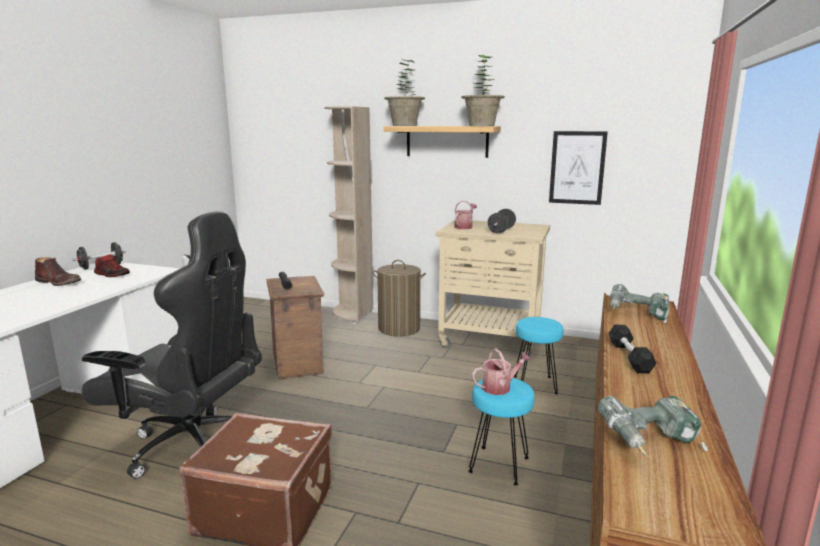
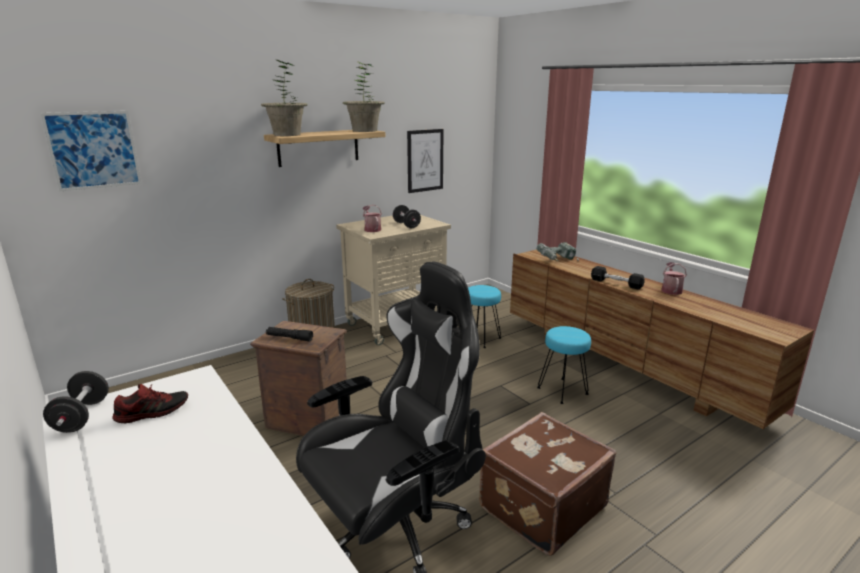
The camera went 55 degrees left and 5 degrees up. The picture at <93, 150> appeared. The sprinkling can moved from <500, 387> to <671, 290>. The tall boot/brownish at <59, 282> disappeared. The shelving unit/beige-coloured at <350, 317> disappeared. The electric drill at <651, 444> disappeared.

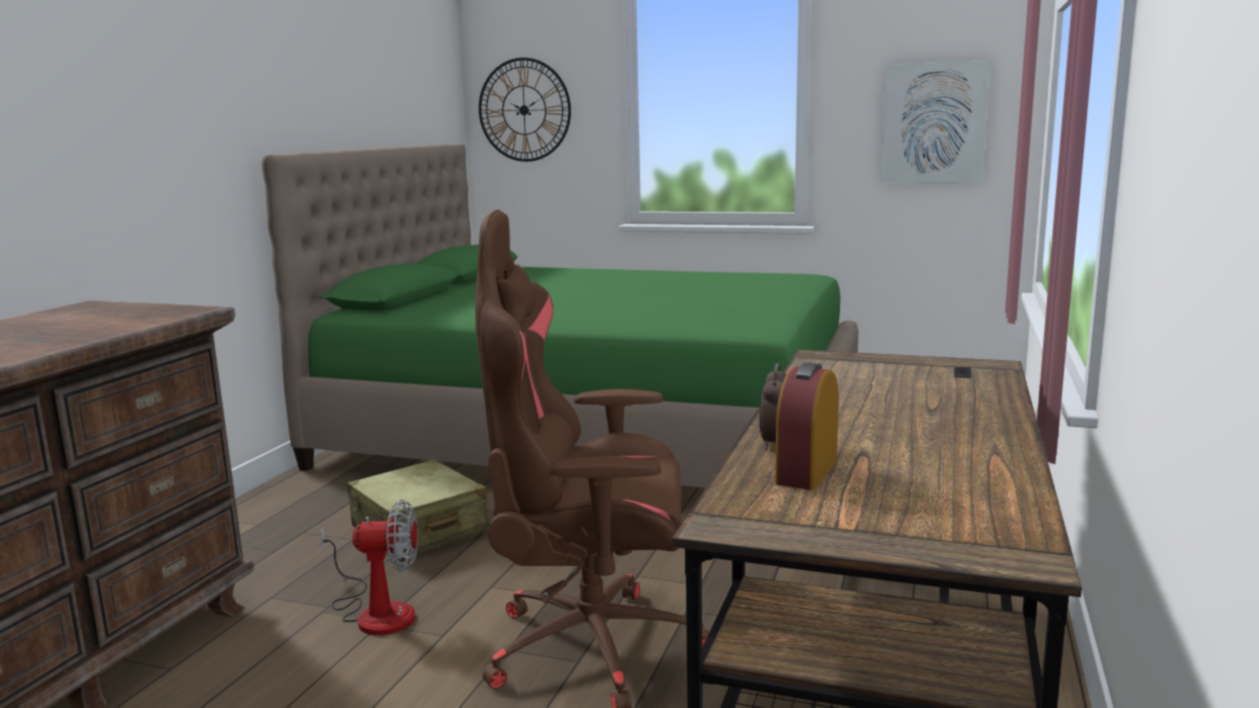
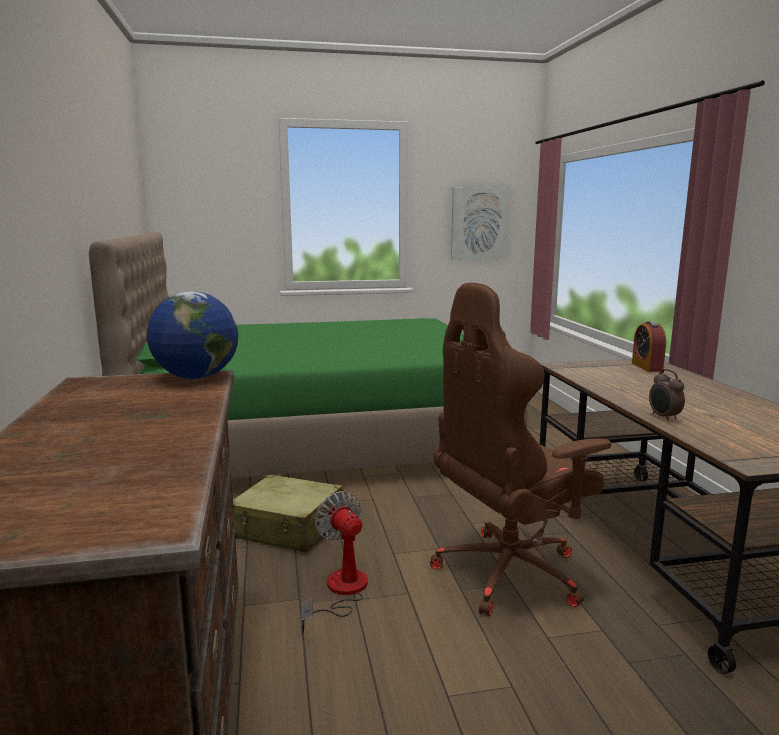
The camera went 30 degrees left and 0 degrees up. The world globe at <196, 377> appeared. The cooling fan at <376, 612> turned 90 degrees counterclockwise. The alarm clock moved from <807, 471> to <647, 367>. The hanging clock at <524, 110> disappeared.

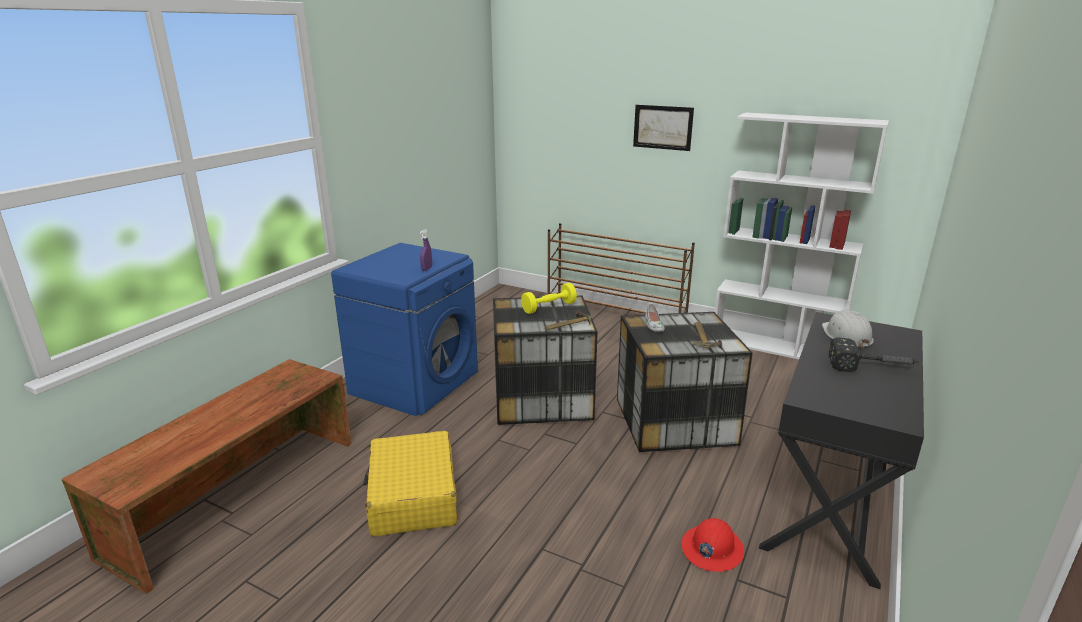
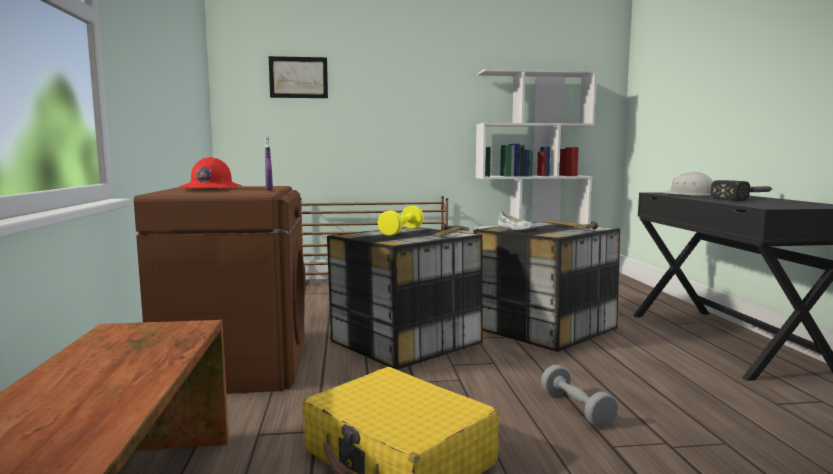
The camera went 35 degrees left and 15 degrees down. The washing machine/blue-coloured at <418, 382> became the washing machine/brownish at <239, 364>. The work helmet/red-coloured moved from <711, 549> to <211, 189>. The picture moved from <663, 127> to <298, 77>. The dumbbell/greyish at <576, 409> appeared.

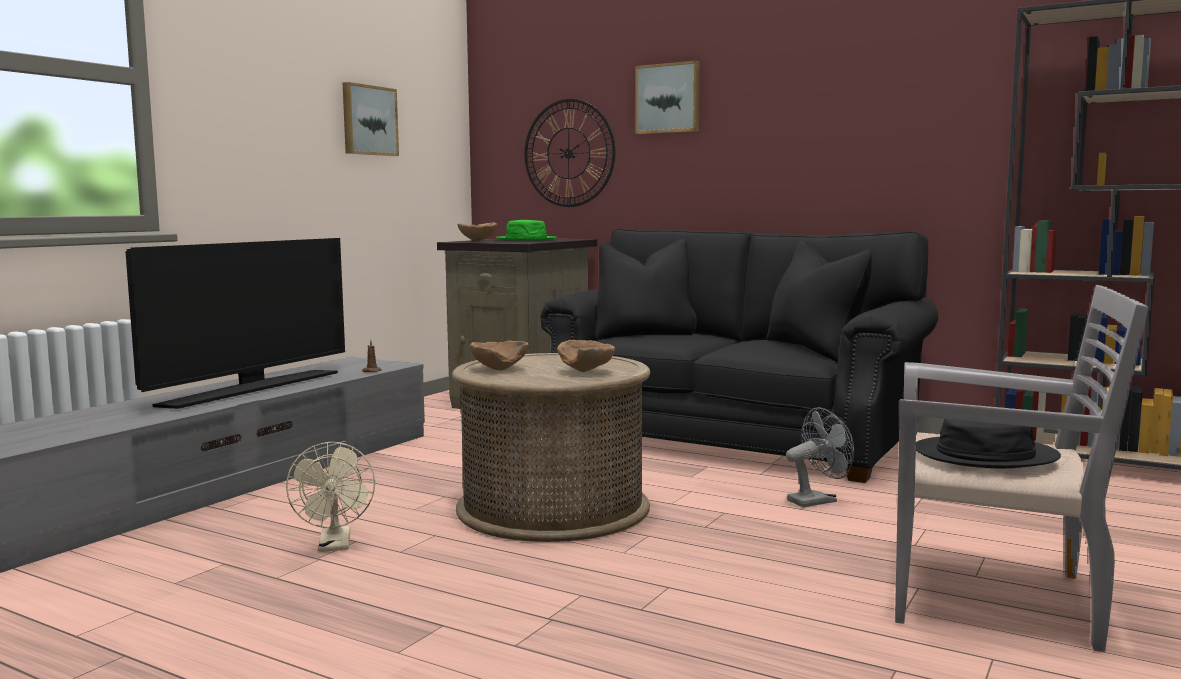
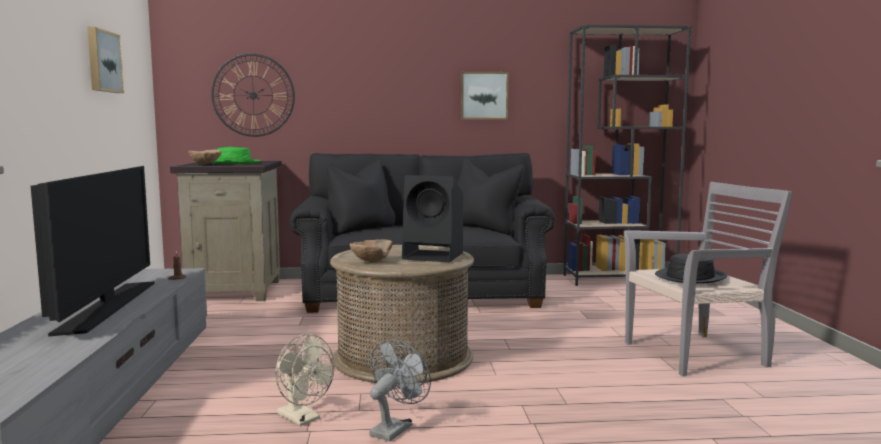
The camera went 35 degrees left and 0 degrees up. The cooling fan/greyish moved from <817, 500> to <395, 428>. The deep dish/brownish at <588, 371> was replaced by the loudspeaker/black at <435, 256>. The picture moved from <668, 98> to <484, 96>.

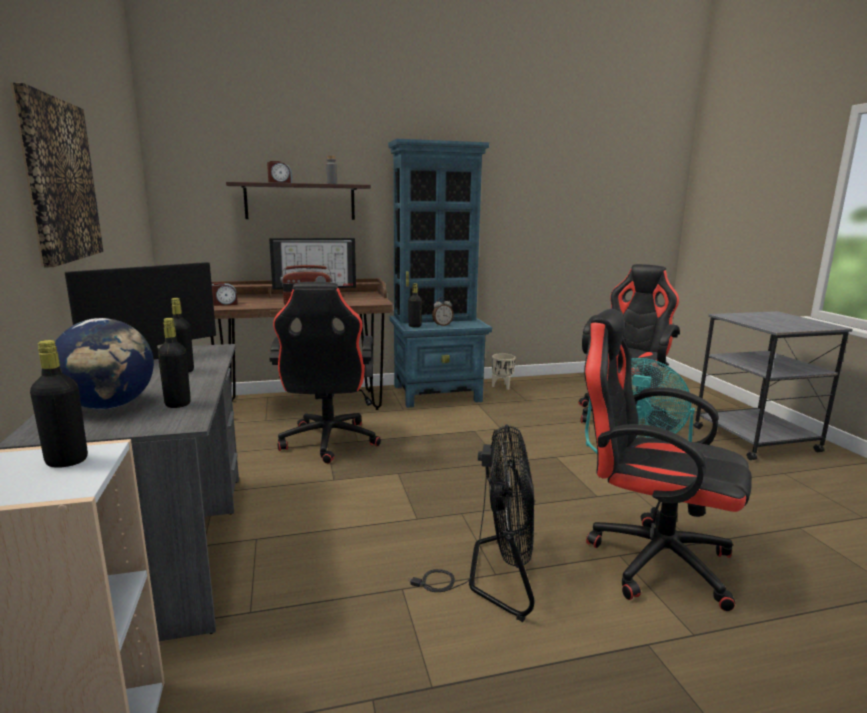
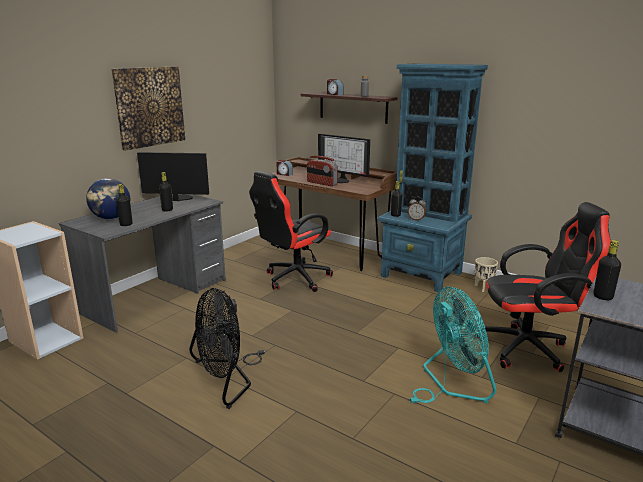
The camera went 50 degrees right and 5 degrees up. The cooling fan/black at <493, 572> turned 90 degrees clockwise. The beverage bottle/black moved from <67, 461> to <602, 297>. The desk chair/black at <648, 558> disappeared.

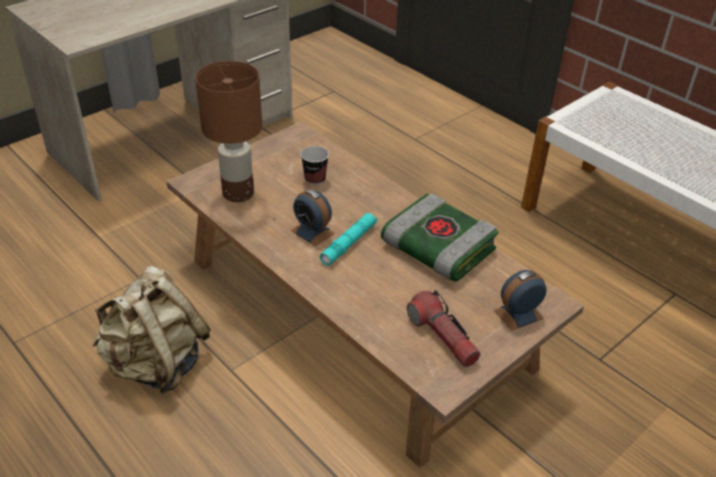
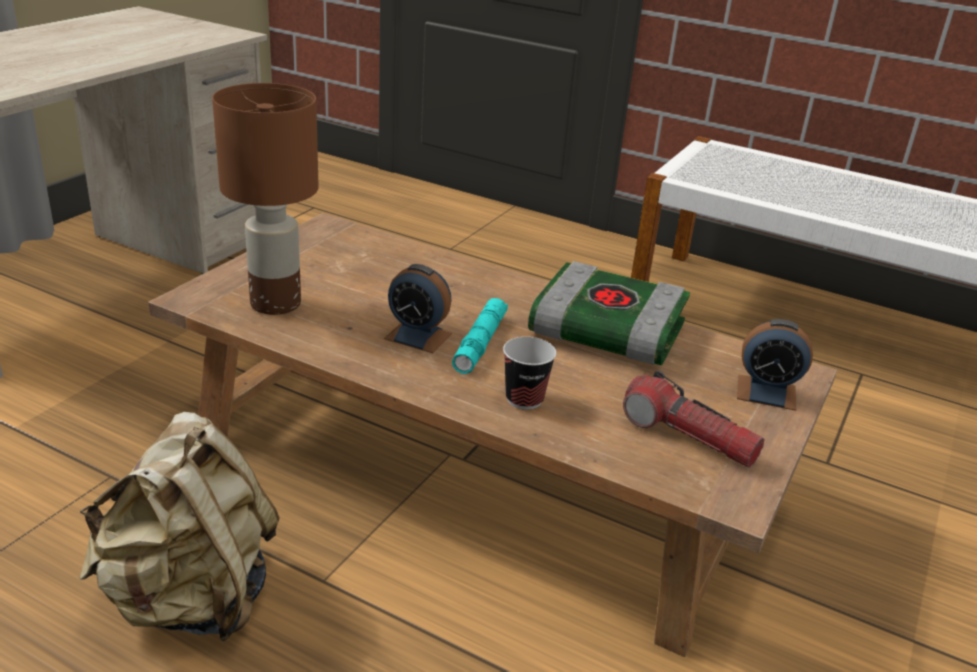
The camera went 20 degrees left and 10 degrees down. The small cup moved from <315, 179> to <524, 399>. The alarm clock at <518, 314> turned 120 degrees counterclockwise.

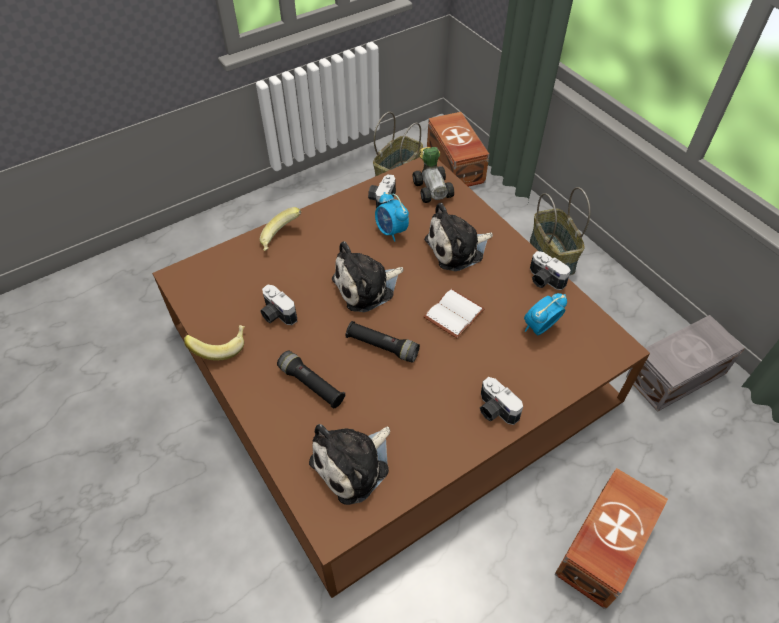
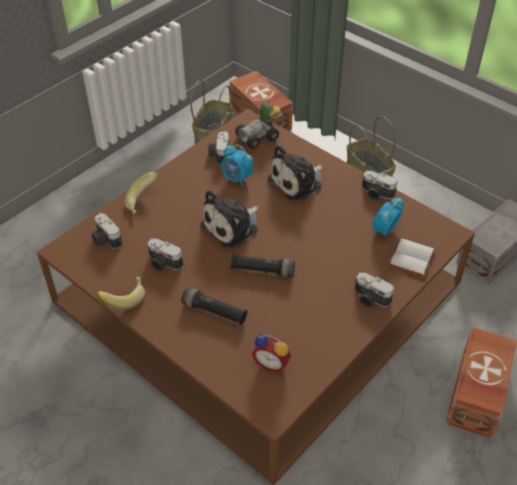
The camera went 15 degrees left and 5 degrees down. The still camera at <105, 239> appeared. The miniature car at <432, 188> turned 90 degrees clockwise. The plush toy at <354, 464> was replaced by the alarm clock at <272, 363>. The volume/white-coloured moved from <453, 313> to <410, 257>.

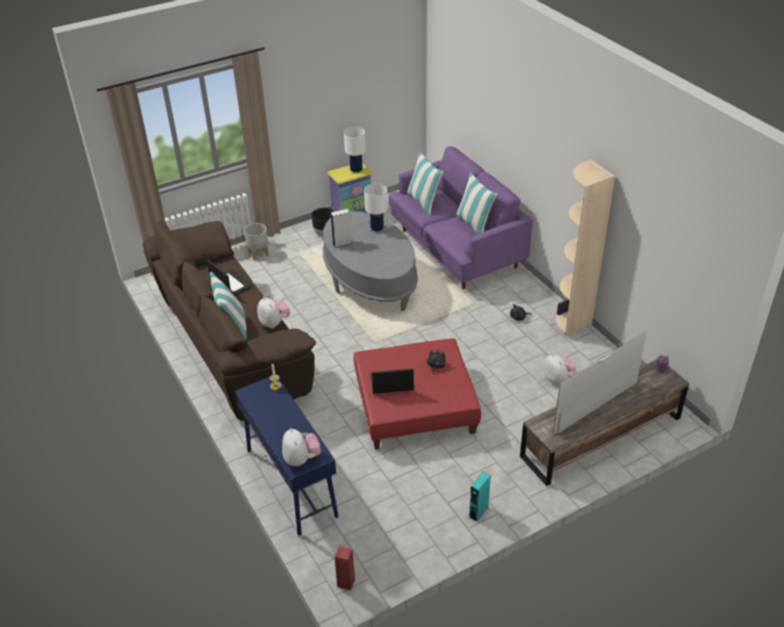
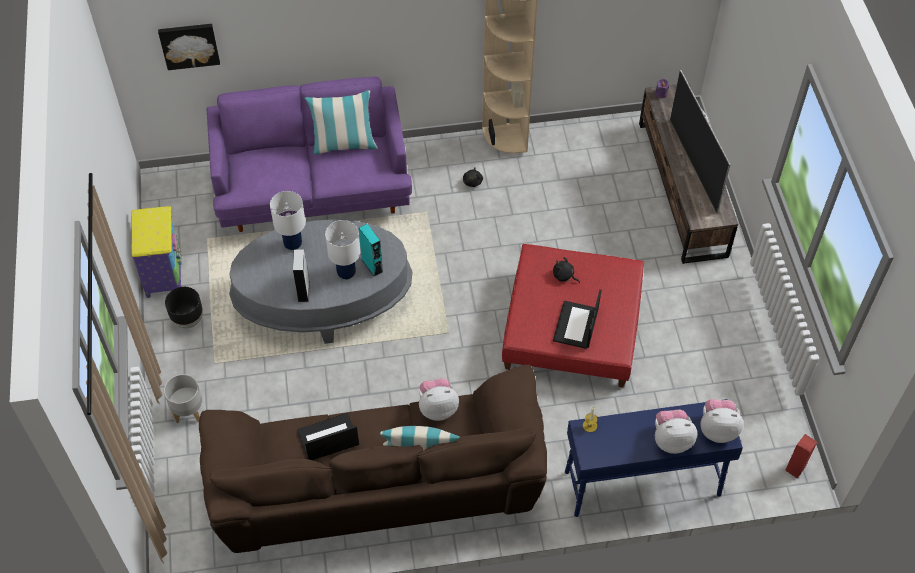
The camera went 70 degrees left and 15 degrees up. The picture at <189, 45> appeared. The lamp for a table/white-coloured moved from <356, 170> to <346, 273>. The loudspeaker/turquoise moved from <478, 511> to <372, 265>. The plush toy moved from <557, 379> to <671, 440>. The pillow at <423, 202> disappeared.

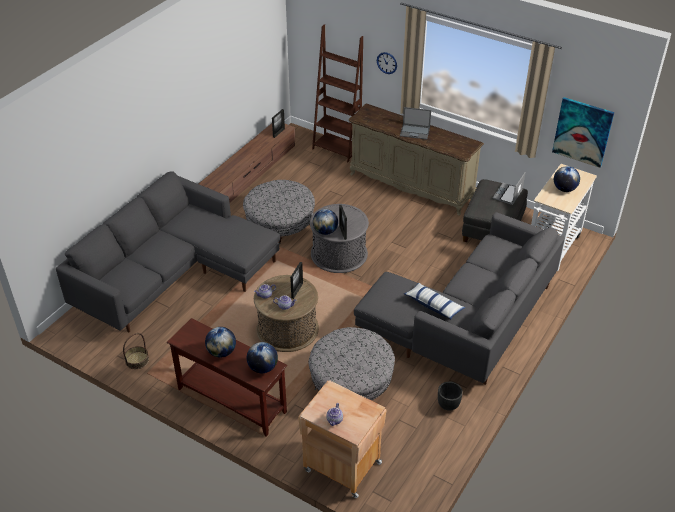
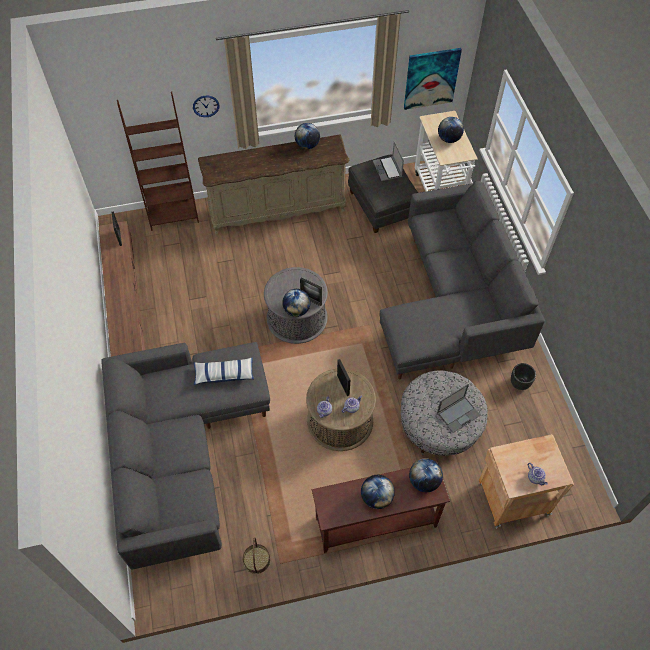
The camera went 45 degrees left and 15 degrees up. The pillow moved from <433, 305> to <224, 374>. The world globe at <307, 145> appeared. The laptop moved from <415, 132> to <458, 414>. The footrest/greyish at <280, 225> disappeared.

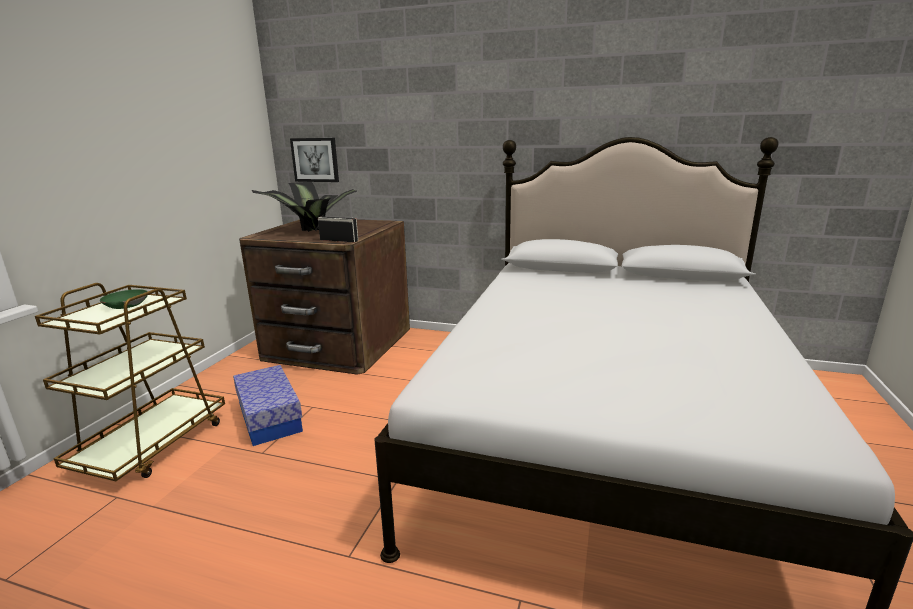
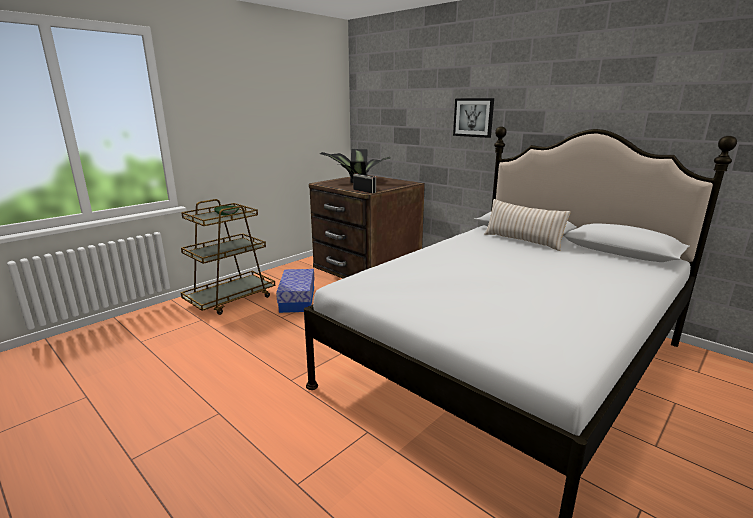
The camera went 25 degrees right and 0 degrees up. The picture moved from <315, 160> to <473, 117>. The pillow/beige-coloured at <522, 241> appeared.

